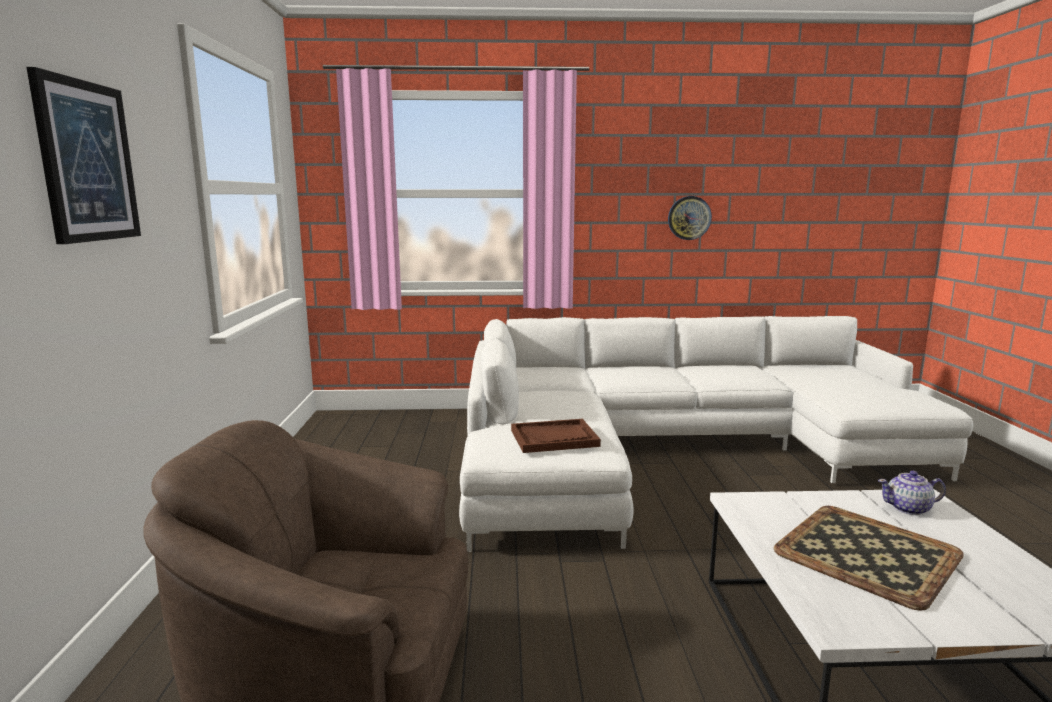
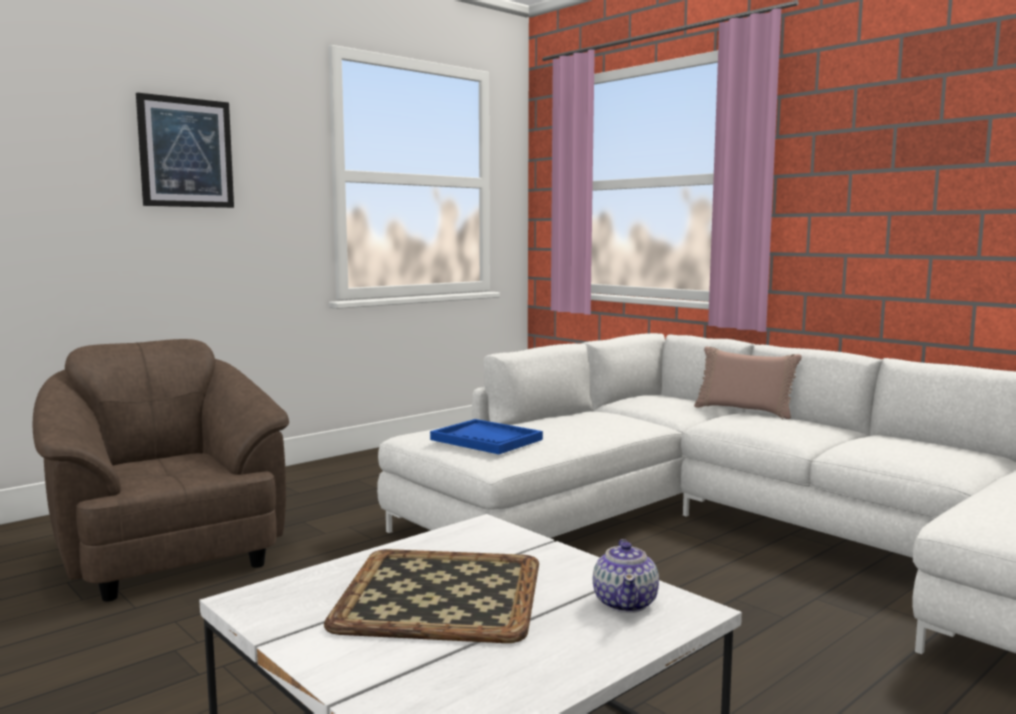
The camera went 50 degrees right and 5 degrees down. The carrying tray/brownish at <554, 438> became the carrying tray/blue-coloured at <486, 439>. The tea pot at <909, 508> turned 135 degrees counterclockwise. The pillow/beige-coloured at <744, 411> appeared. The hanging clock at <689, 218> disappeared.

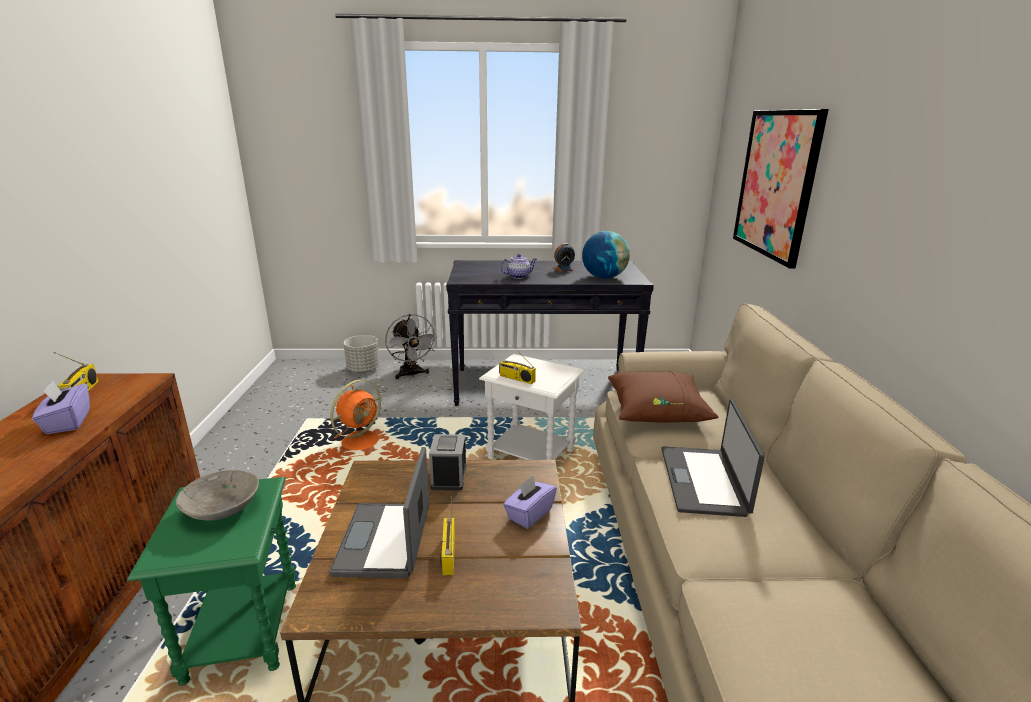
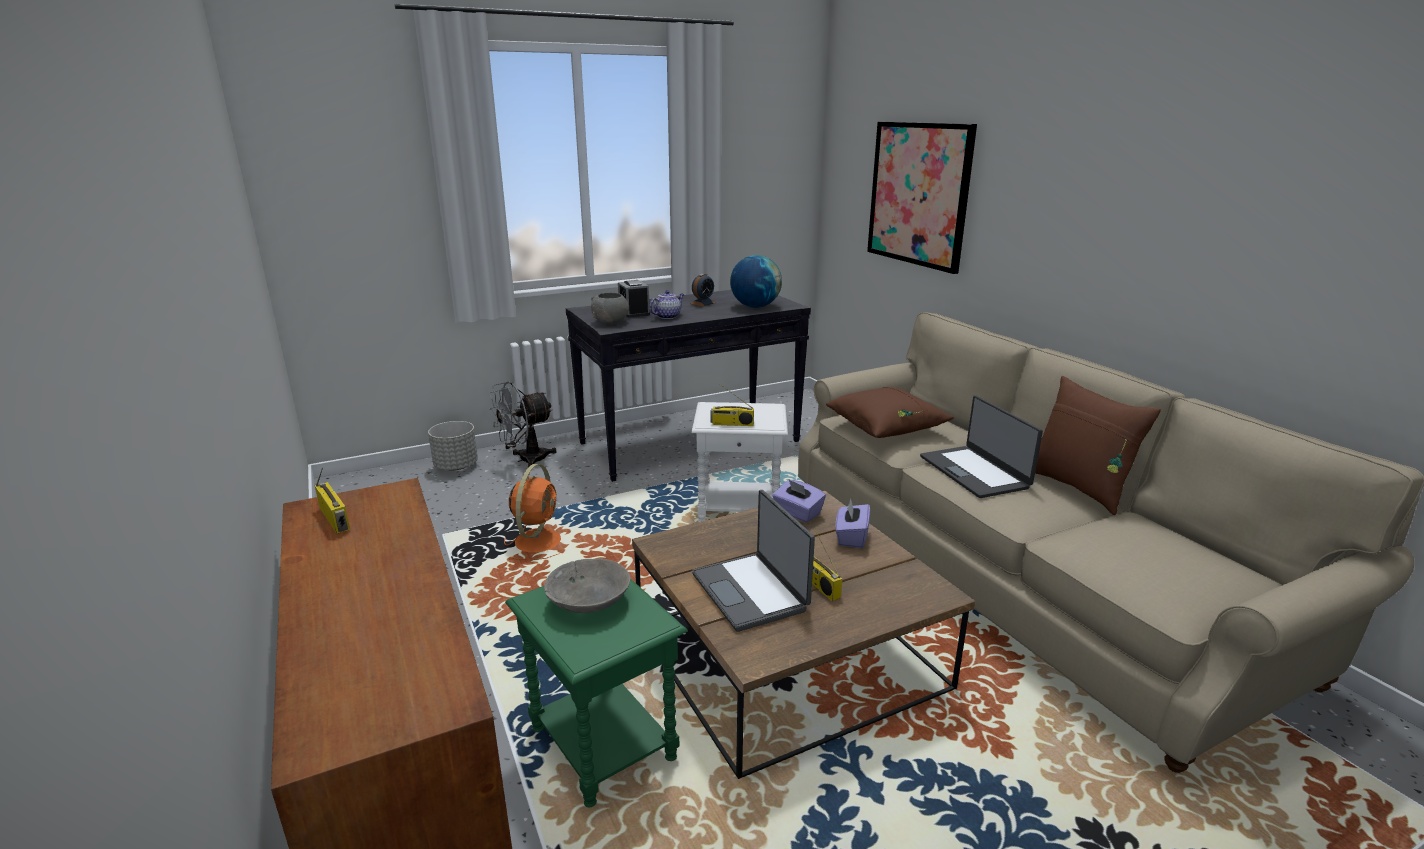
The camera went 25 degrees left and 0 degrees up. The cooling fan/greyish at <411, 374> turned 105 degrees clockwise. The deep dish/greyish at <611, 322> appeared. The alarm clock moved from <449, 477> to <634, 312>. The box of tissues/purplish moved from <67, 422> to <797, 513>. The pillow/brownish at <1077, 489> appeared.

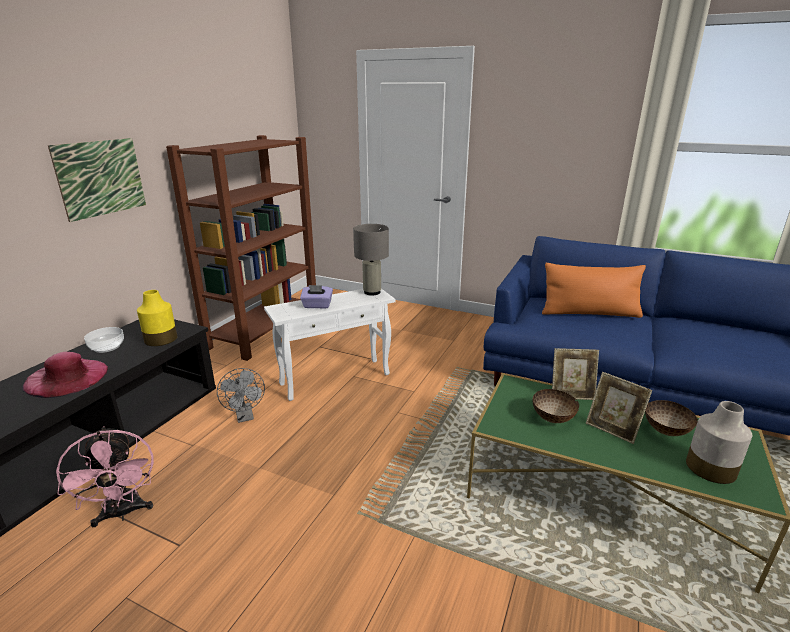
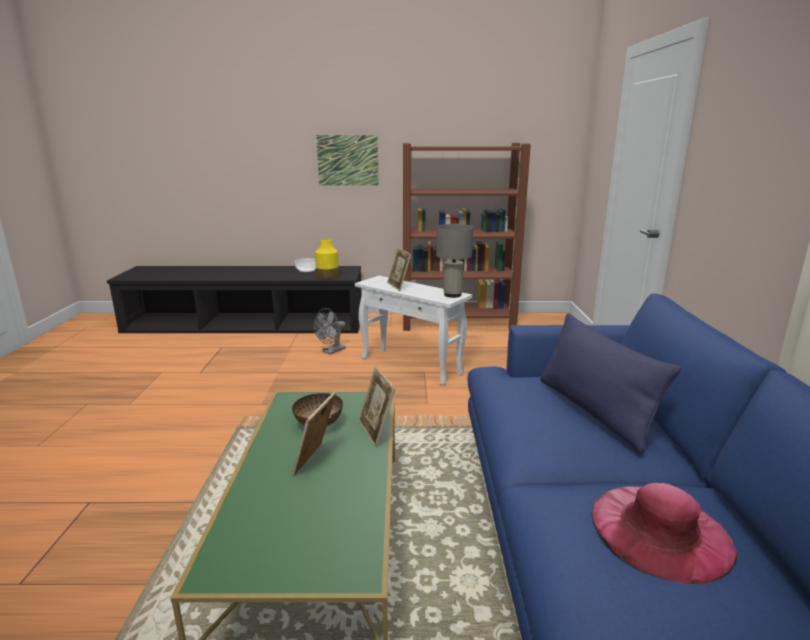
The camera went 65 degrees right and 5 degrees down. The box of tissues/purplish at <317, 306> was replaced by the standing frame at <399, 286>. The pillow/orange at <589, 313> became the pillow/blue-coloured at <593, 411>. The hat/pink-coloured moved from <66, 377> to <660, 530>. The cooling fan/pink-coloured at <123, 513> disappeared. The deep dish at <665, 431> disappeared. The flower vase/beige-coloured at <711, 468> disappeared.

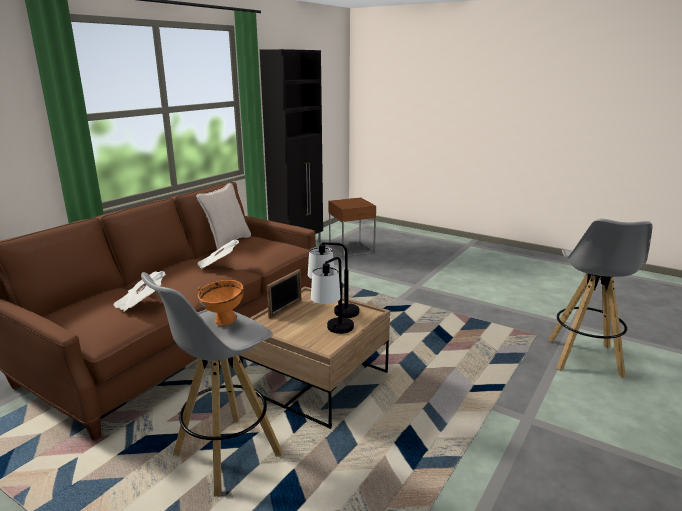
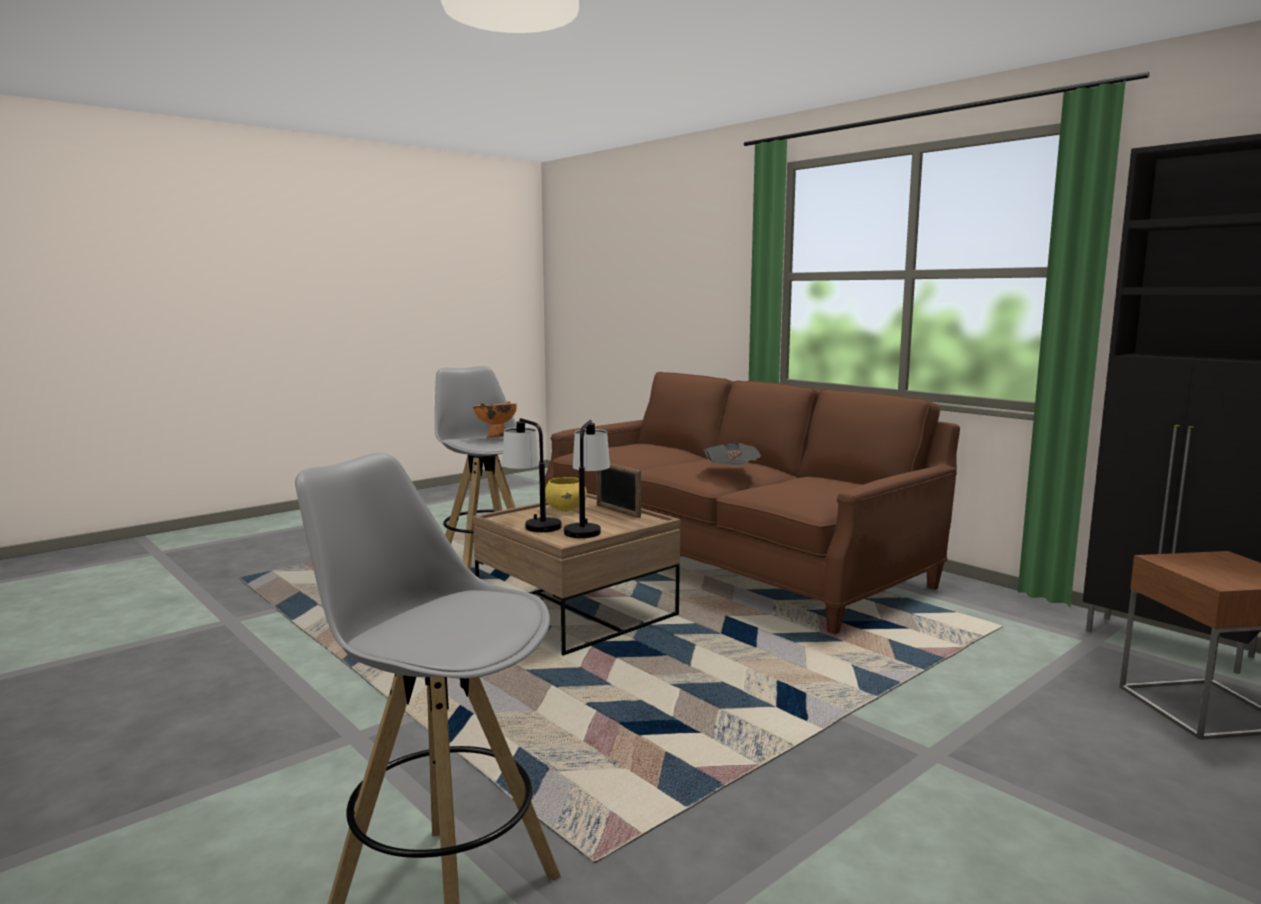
The camera went 105 degrees right and 10 degrees down. The deep dish/yellow-coloured at <566, 509> appeared. The newspaper at <141, 303> disappeared. The pillow/beige-coloured at <227, 242> disappeared.

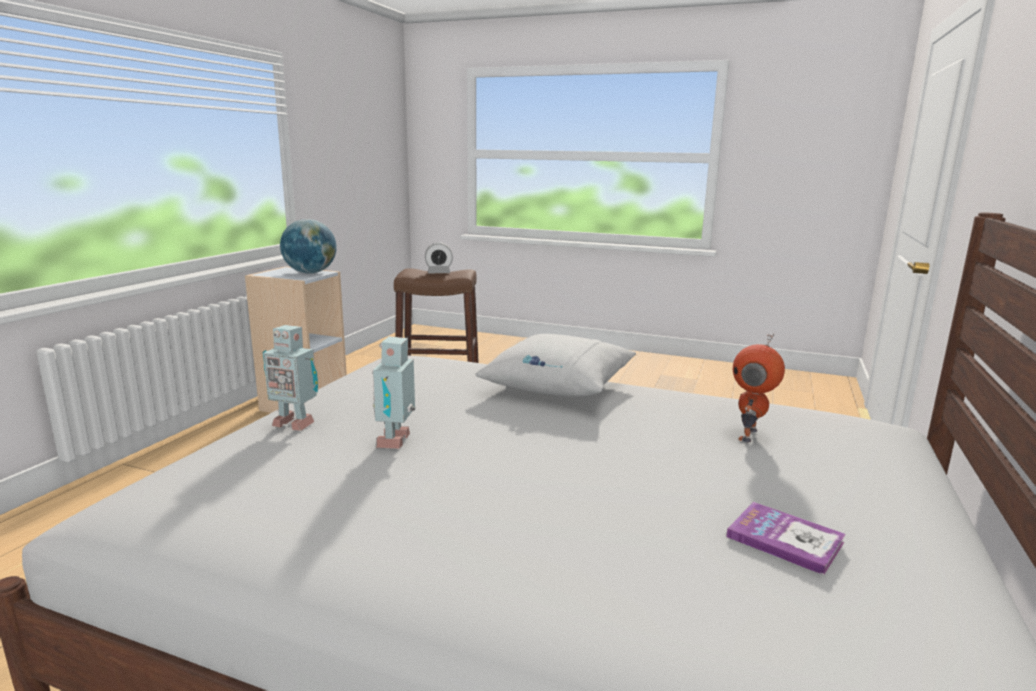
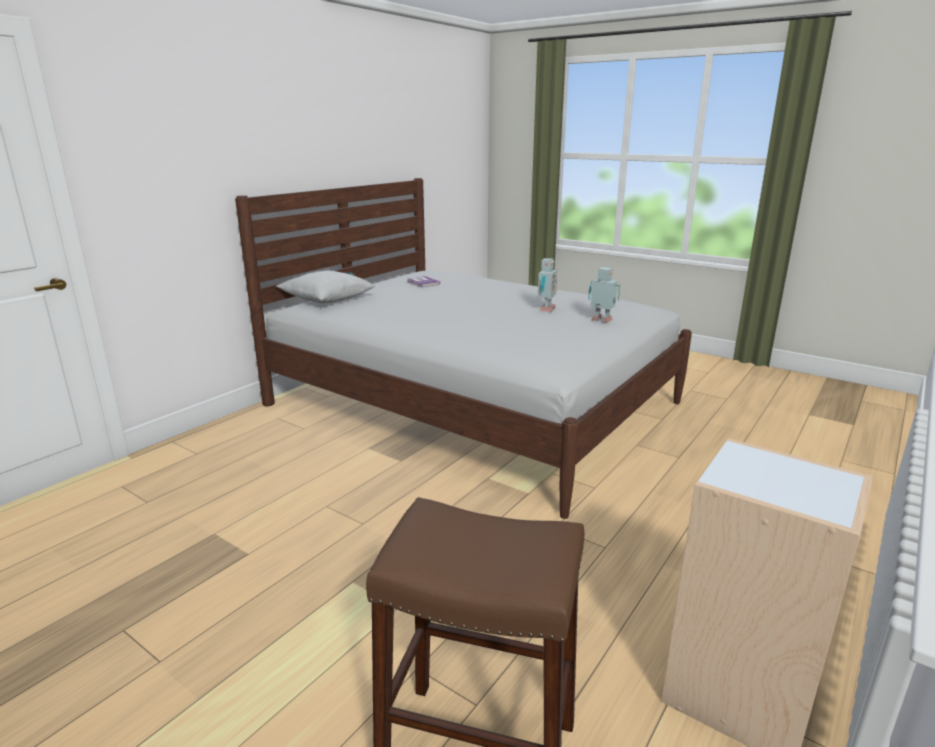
The camera went 165 degrees left and 5 degrees up. The pillow/greyish moved from <558, 387> to <327, 299>. The world globe at <310, 273> disappeared. The alarm clock at <439, 273> disappeared. The toy robot at <750, 435> disappeared.

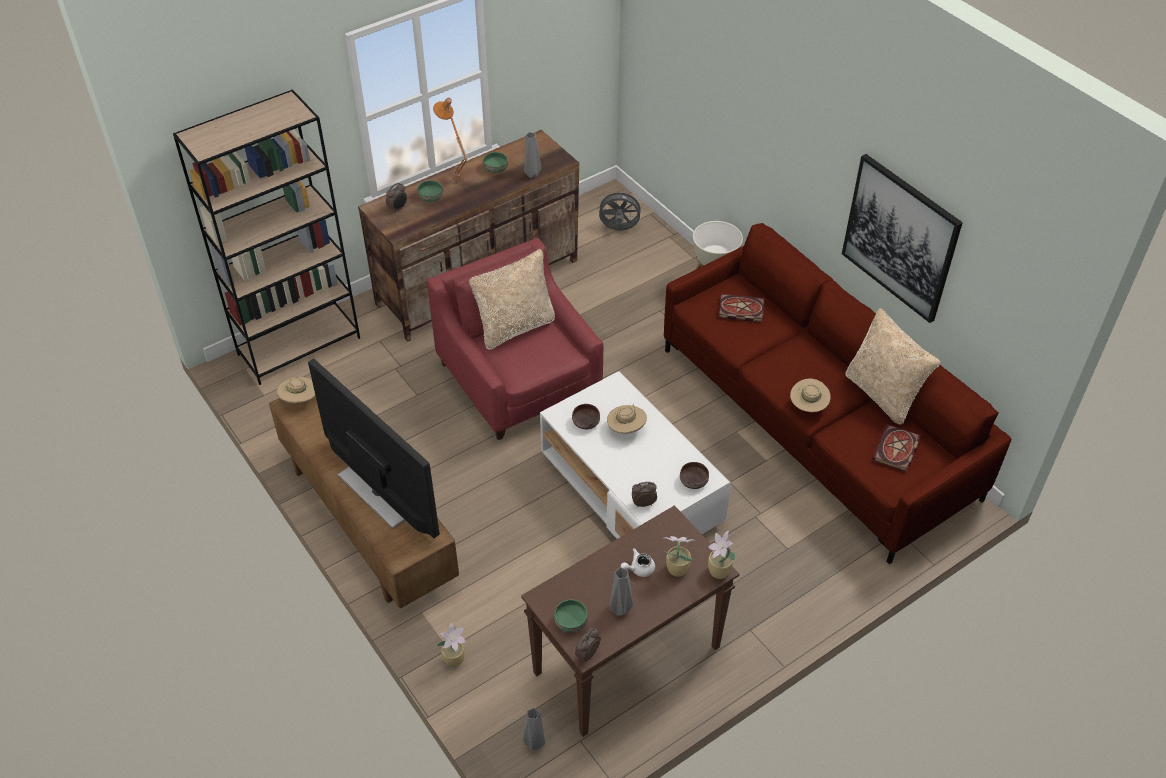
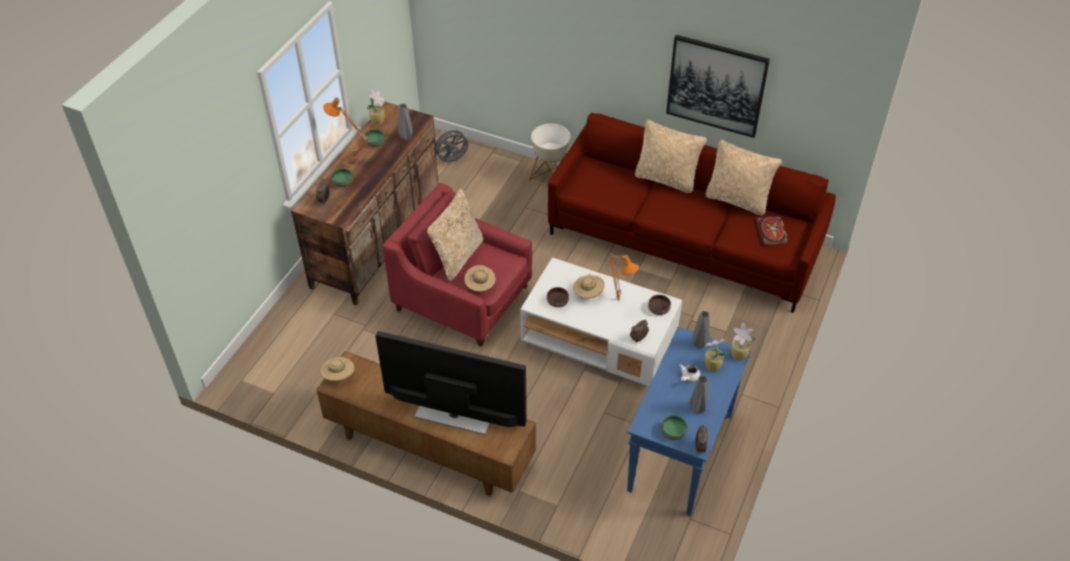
The camera went 30 degrees left and 0 degrees up. The plant in a pot moved from <455, 659> to <378, 121>. The hat/beige-coloured moved from <808, 406> to <480, 286>. The lamp for a table/orange at <619, 300> appeared. The narrow table/brownish at <626, 662> became the narrow table/blue-coloured at <681, 453>. The pillow/beige-coloured at <666, 180> appeared. The flower vase/greyish moved from <534, 742> to <698, 344>. The shelving unit/beige-coloured at <299, 345> disappeared. The volume at <739, 310> disappeared.

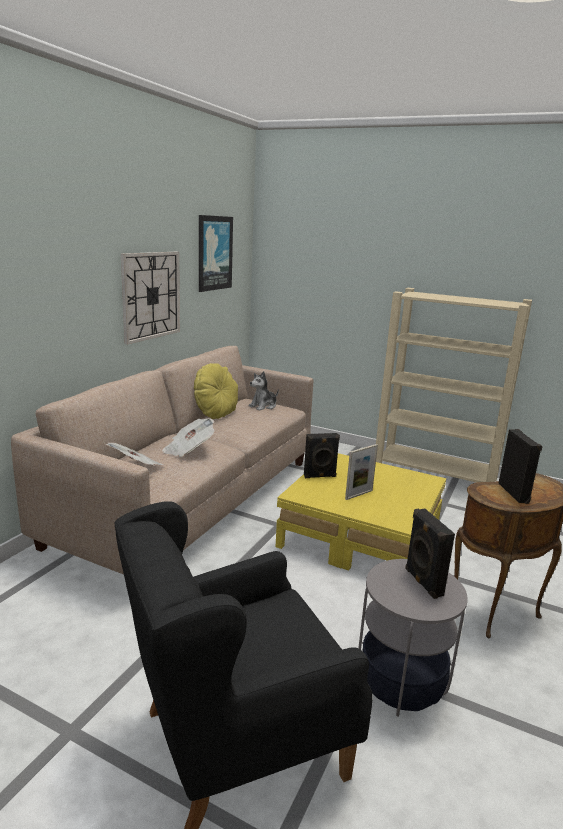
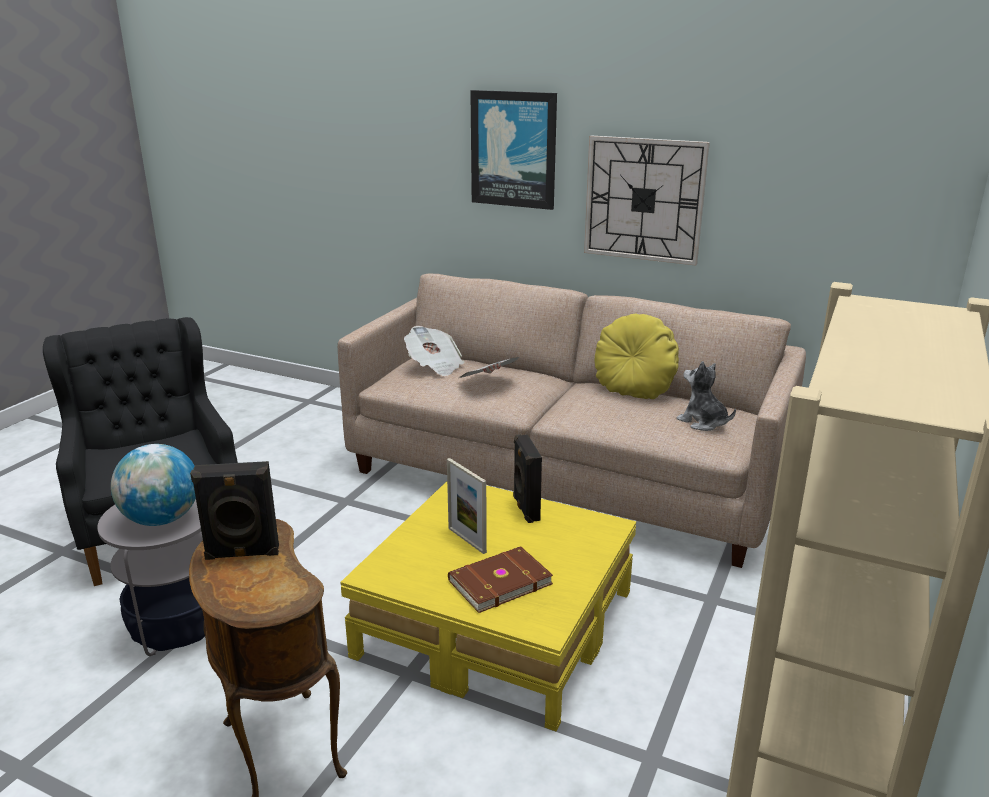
The camera went 90 degrees right and 5 degrees up. The loudspeaker/black at <422, 582> was replaced by the world globe at <162, 519>. The volume/brownish at <498, 581> appeared. The picture moved from <214, 253> to <513, 149>.

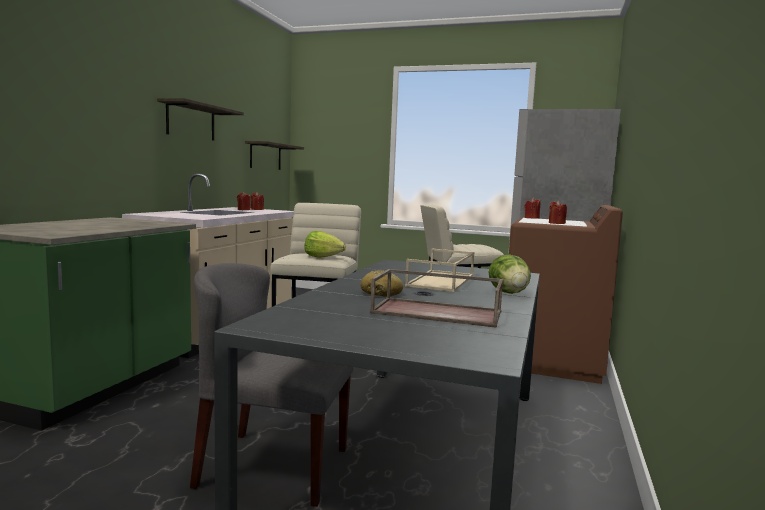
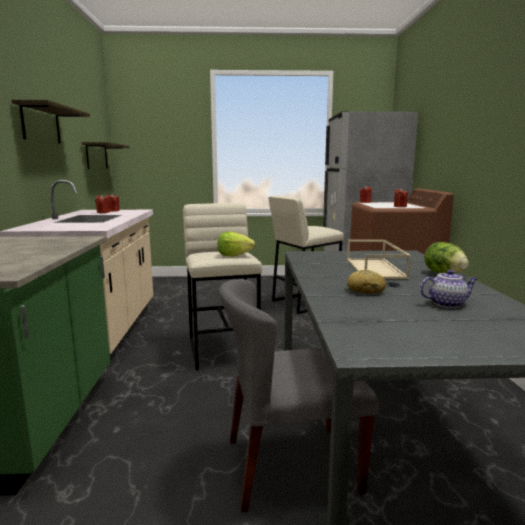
The camera went 20 degrees left and 5 degrees up. The carrying tray/brownish at <438, 312> was replaced by the tea pot at <447, 303>.

